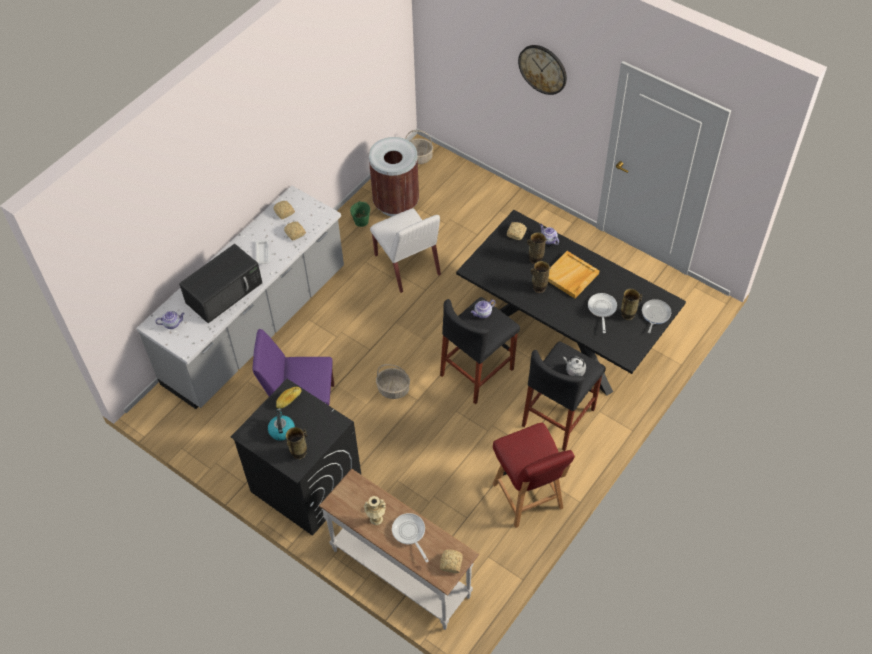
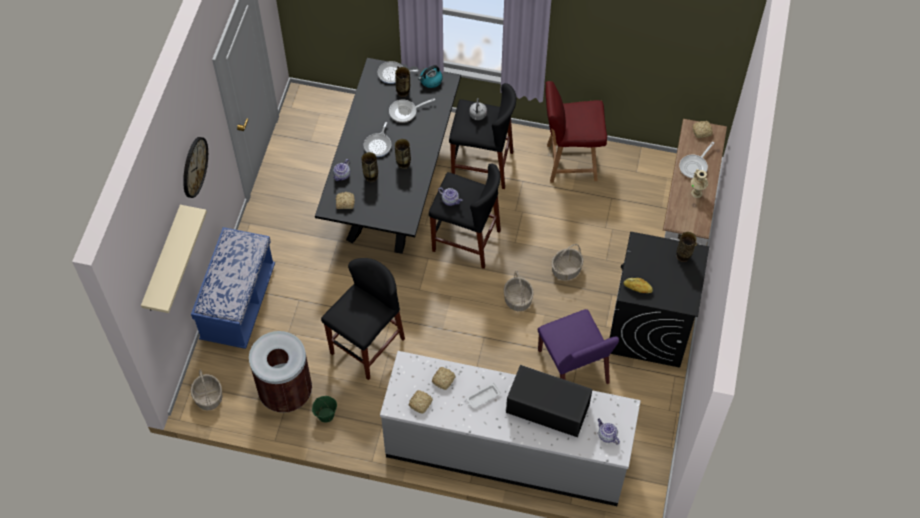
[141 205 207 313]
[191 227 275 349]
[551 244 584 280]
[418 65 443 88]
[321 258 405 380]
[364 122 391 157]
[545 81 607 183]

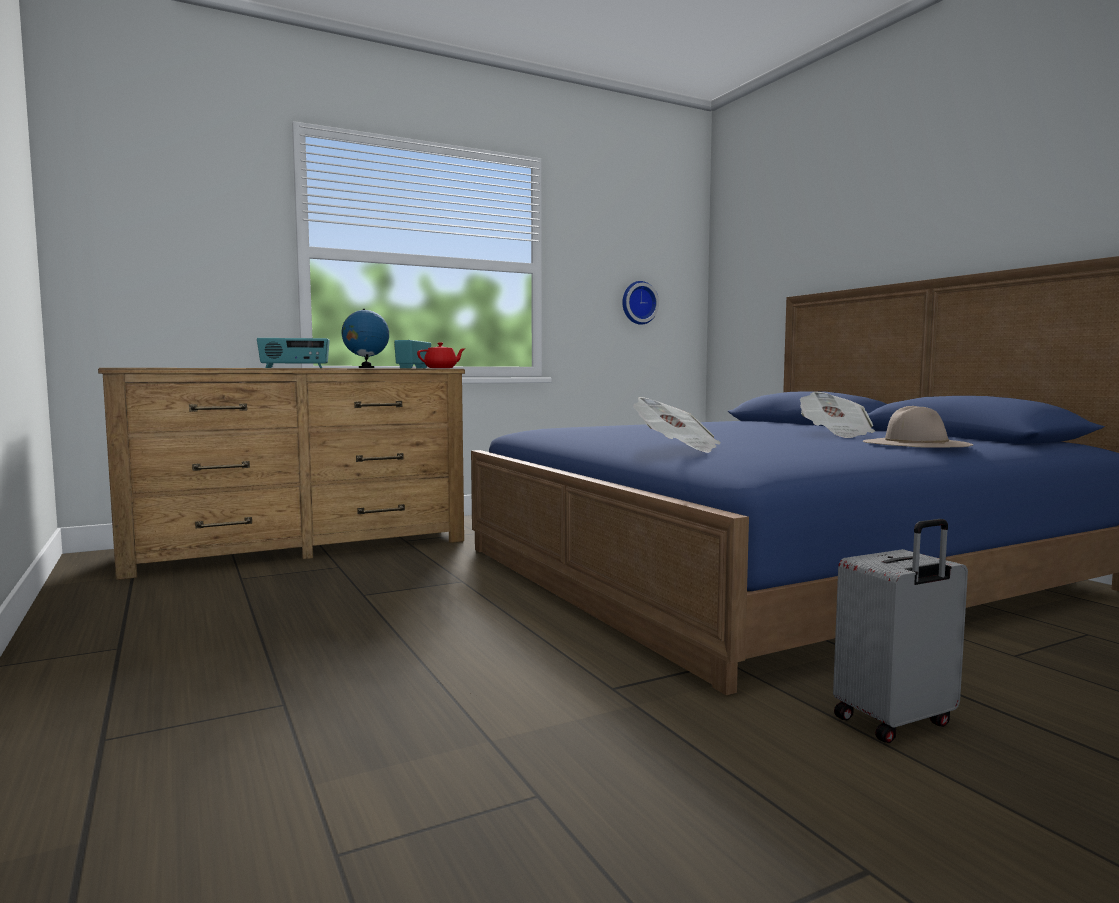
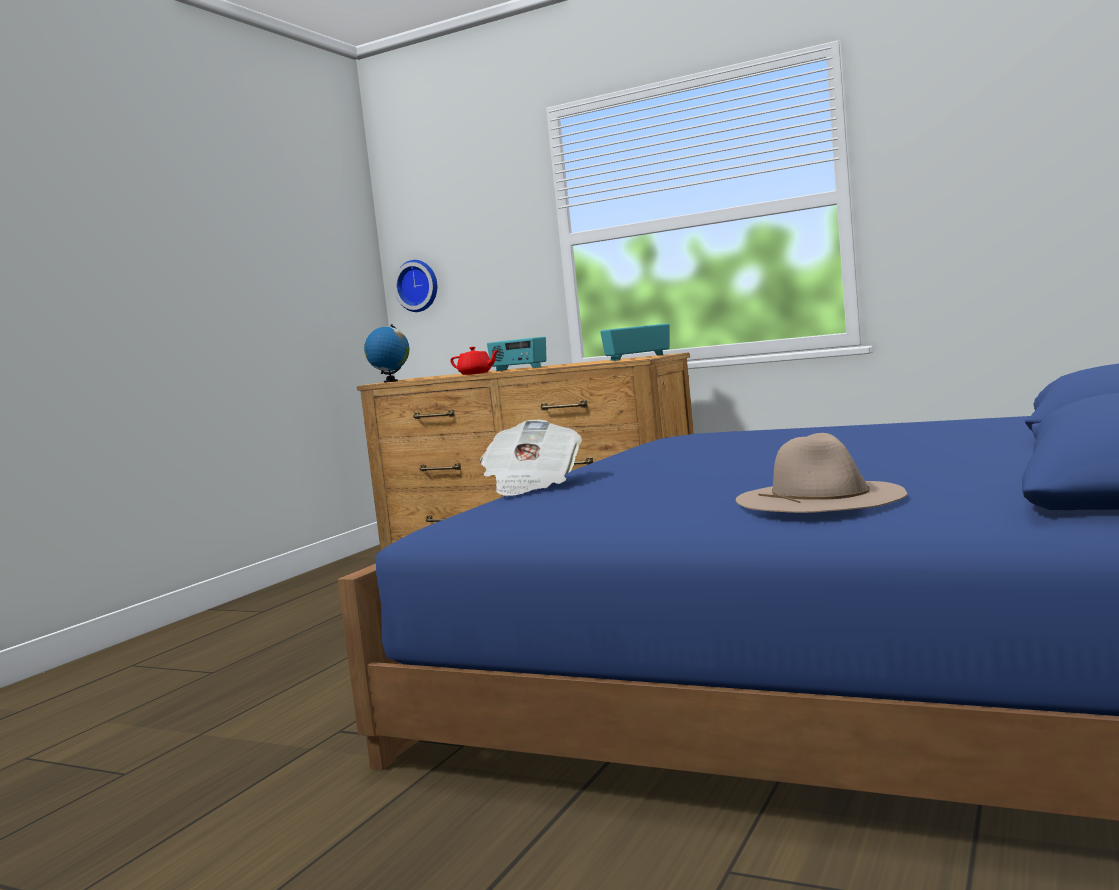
[800 392 875 438] (first image)
[833 519 968 743] (first image)
[364 324 409 383]
[450 347 499 375]
[394 260 437 312]

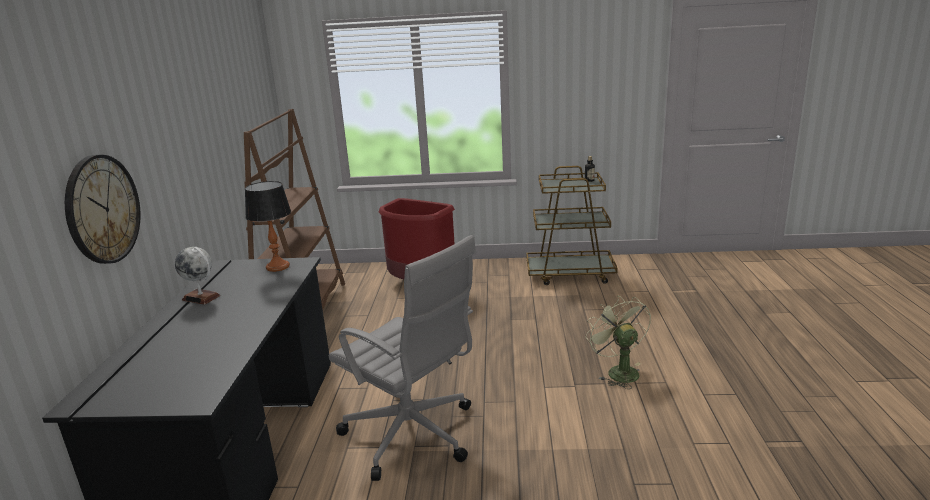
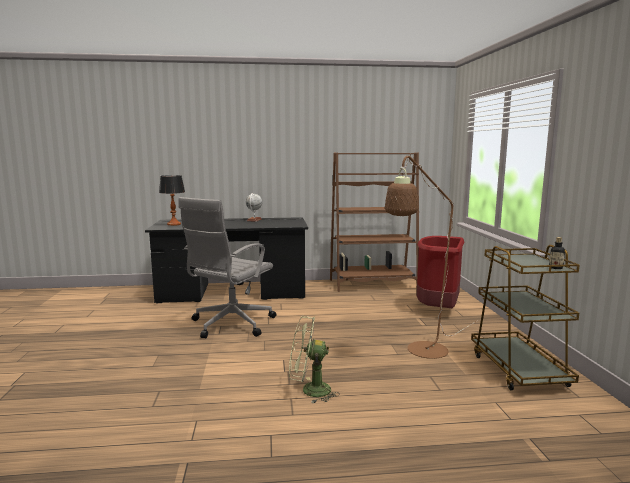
[65 155 141 264] (first image)
[385 154 478 359]
[159 175 185 226]
[289 316 340 404]

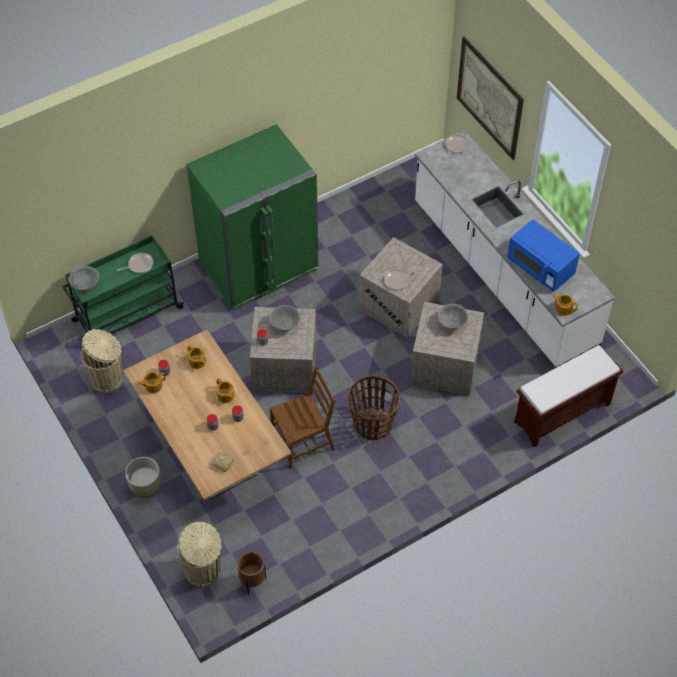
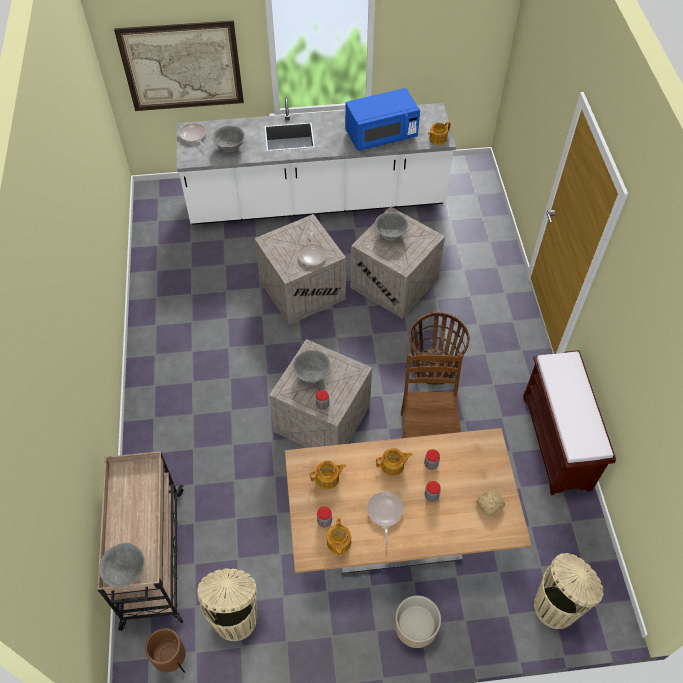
[187 124 318 310] (first image)
[212 126 245 152]
[367 492 403 544]
[145 628 186 673]
[523 350 616 495]
[97 451 183 631]

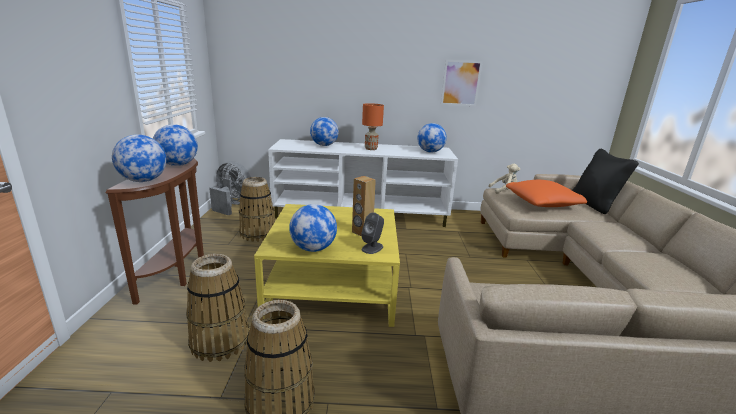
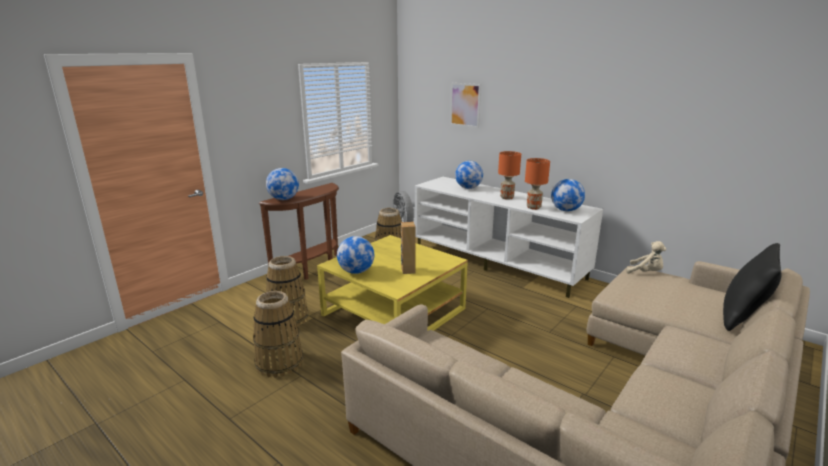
[153 124 198 166] (first image)
[361 212 384 254] (first image)
[506 180 587 207] (first image)
[525 158 550 210]
[450 83 481 128]

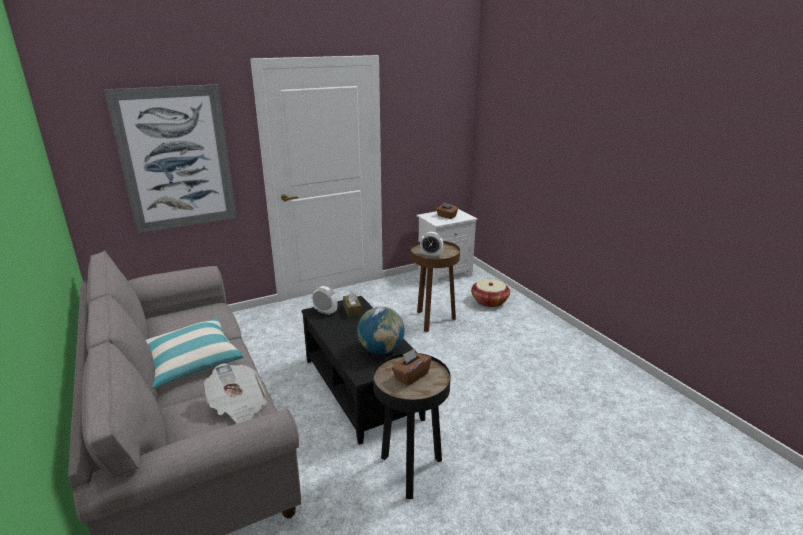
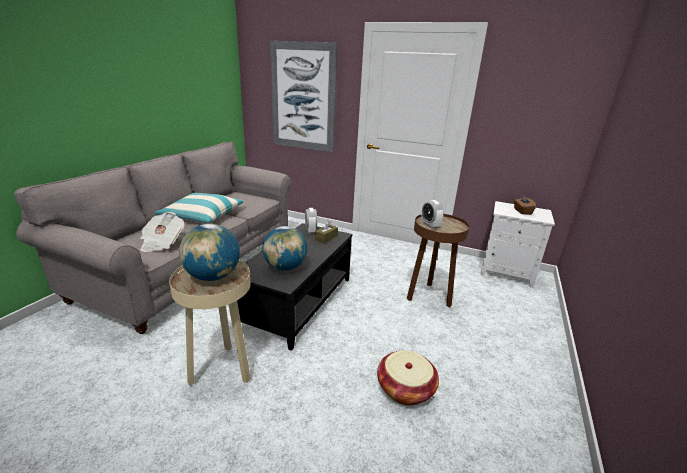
[377 350 439 406]
[179 224 240 281]
[169 260 251 386]

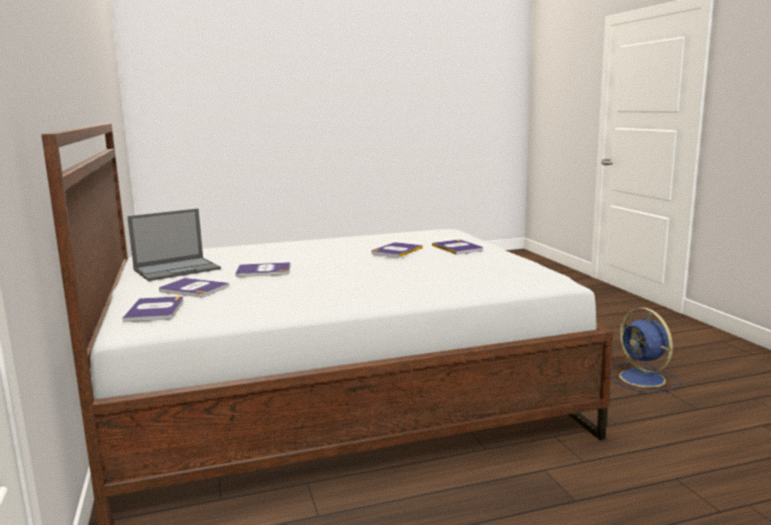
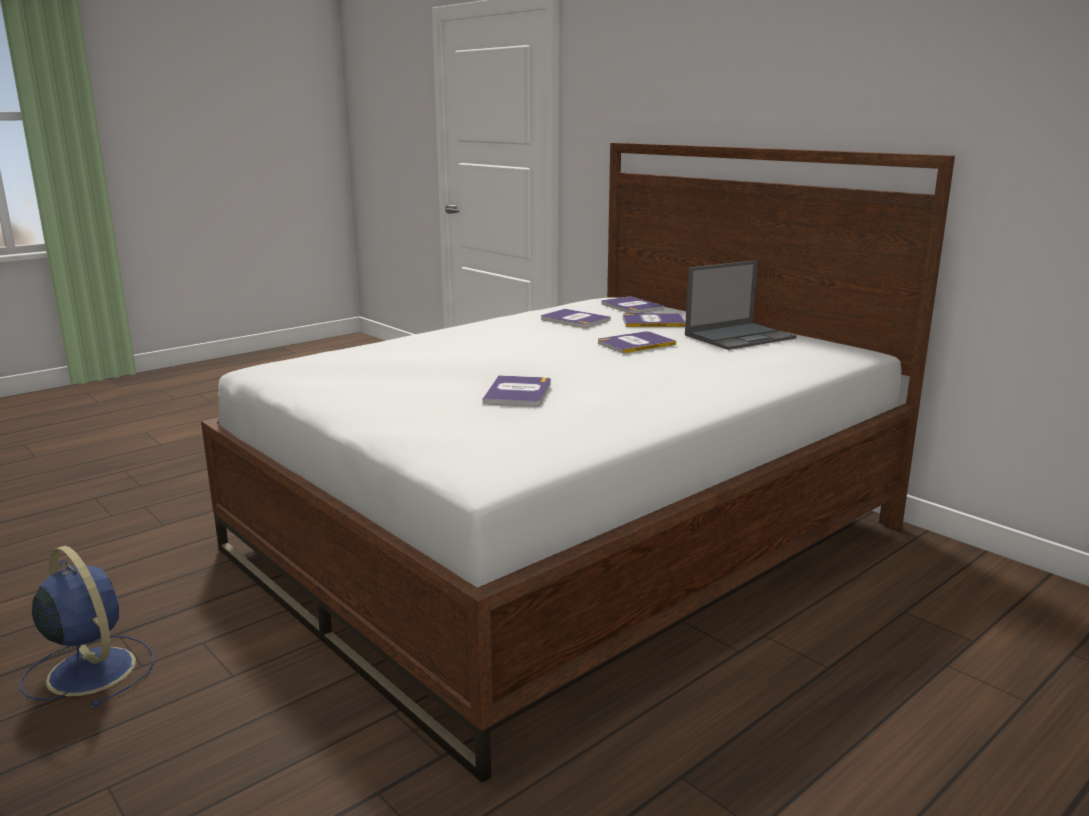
[541 309 611 328]
[685 260 797 350]

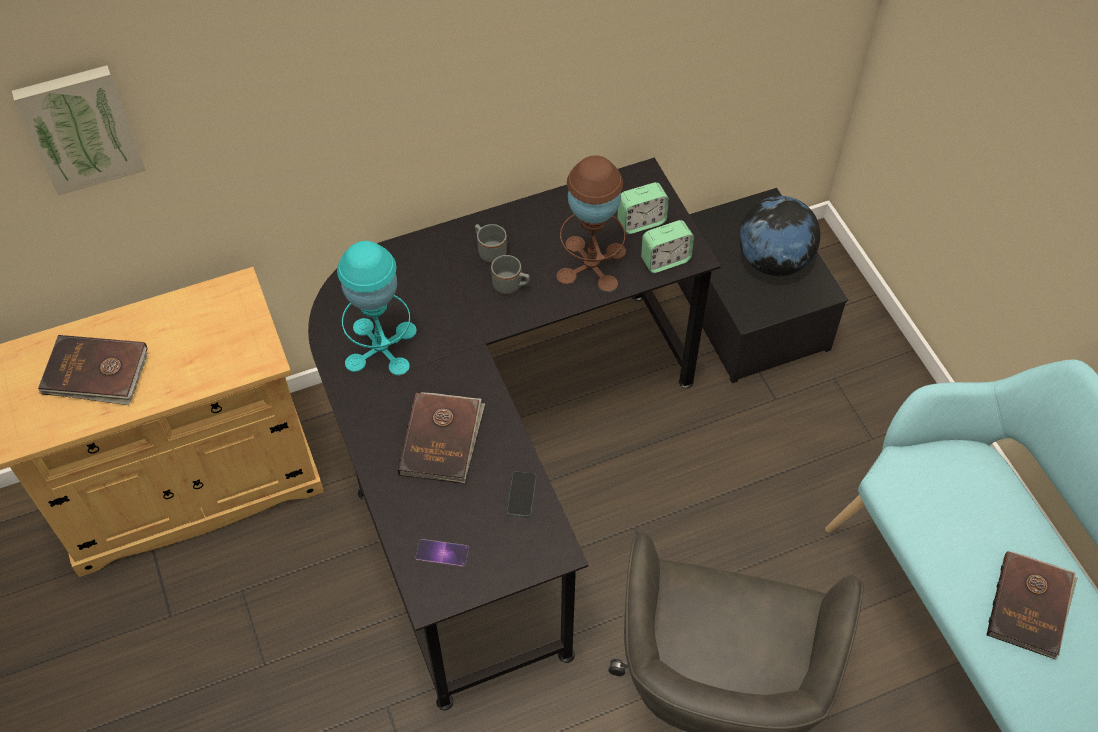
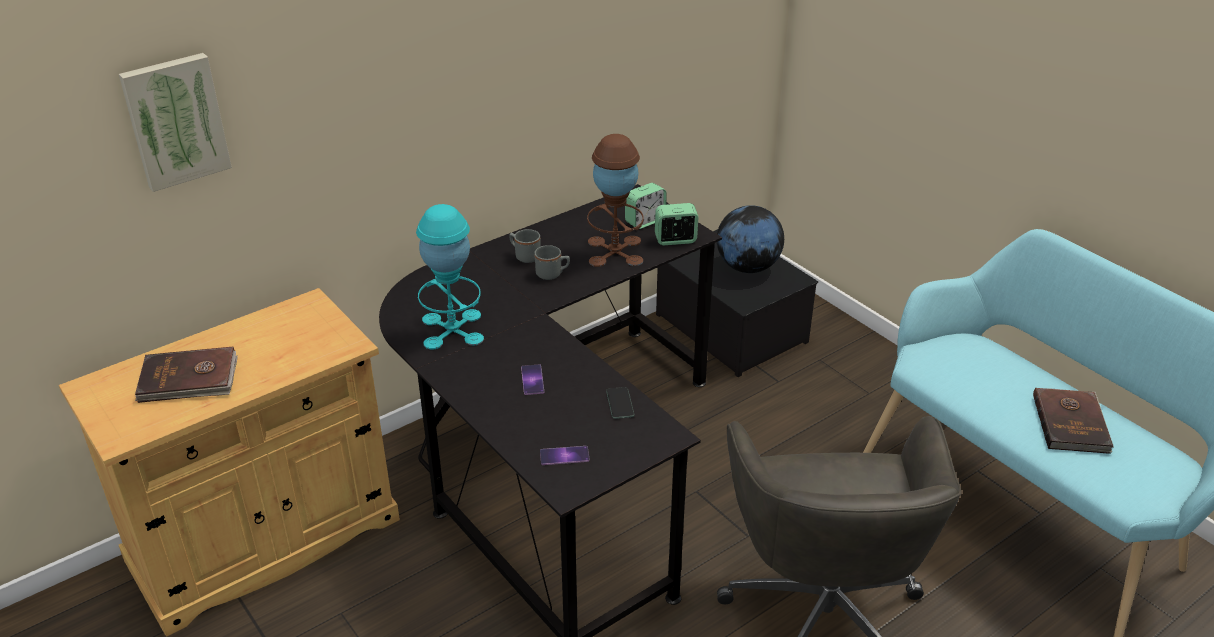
[521 364 544 395]
[655 203 699 245]

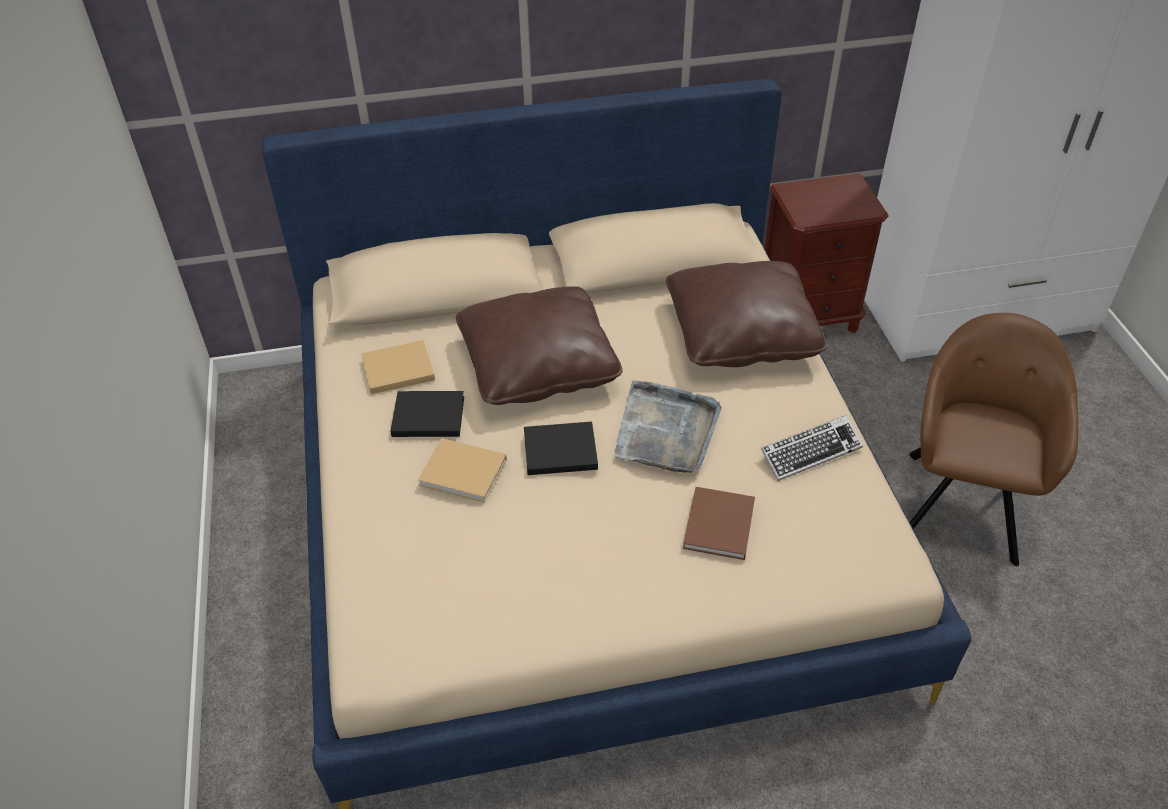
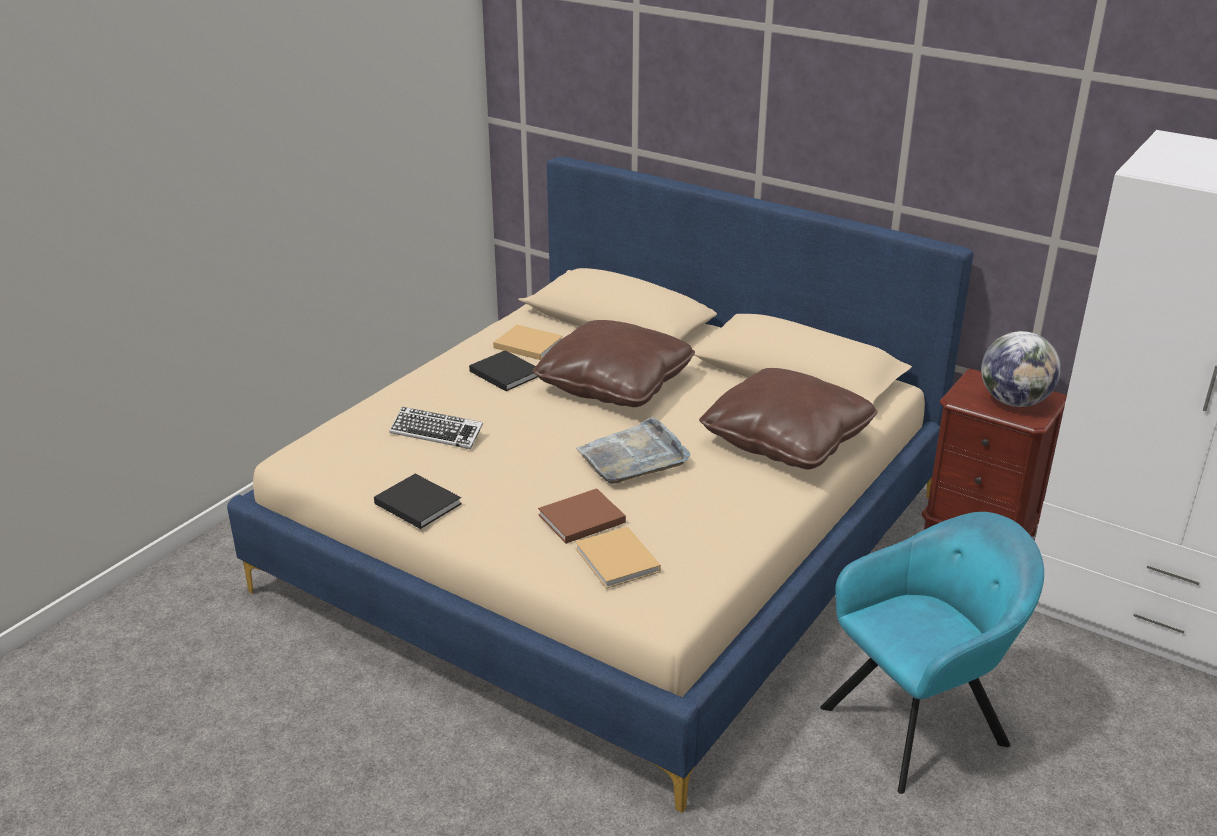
[981 331 1061 407]
[575 527 661 589]
[374 474 462 529]
[389 407 483 449]
[820 512 1044 794]

